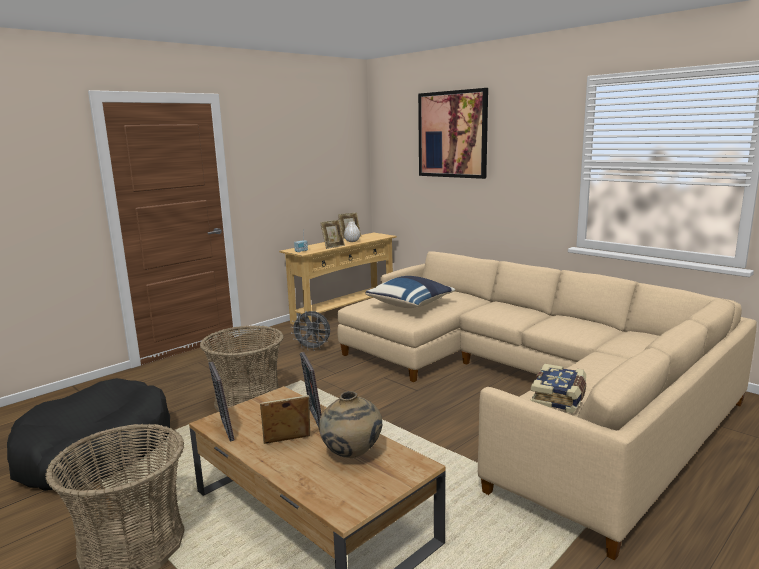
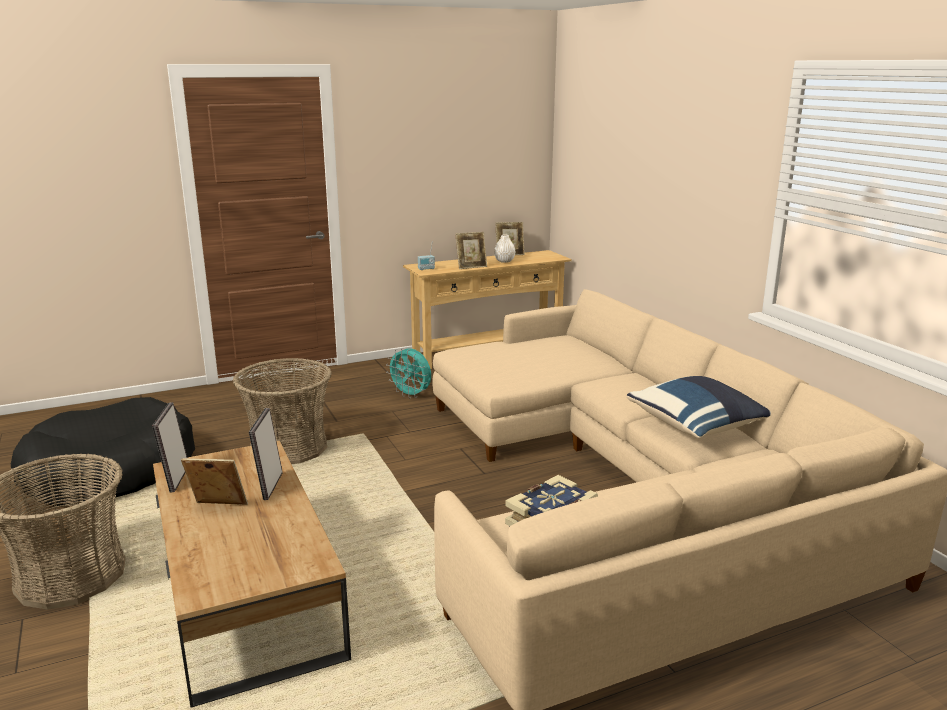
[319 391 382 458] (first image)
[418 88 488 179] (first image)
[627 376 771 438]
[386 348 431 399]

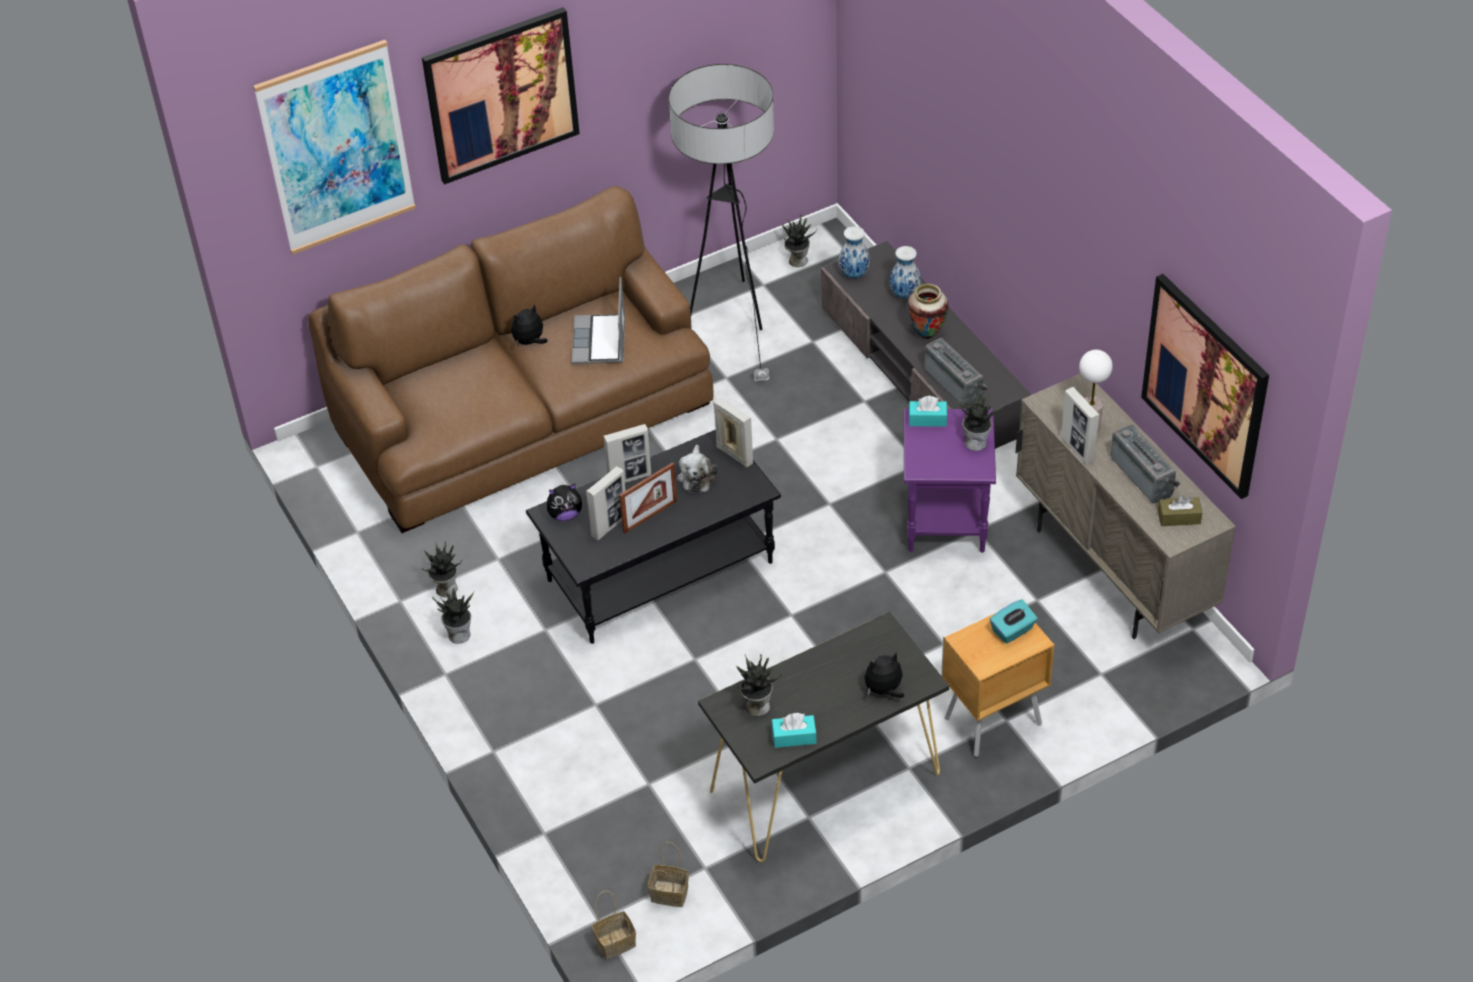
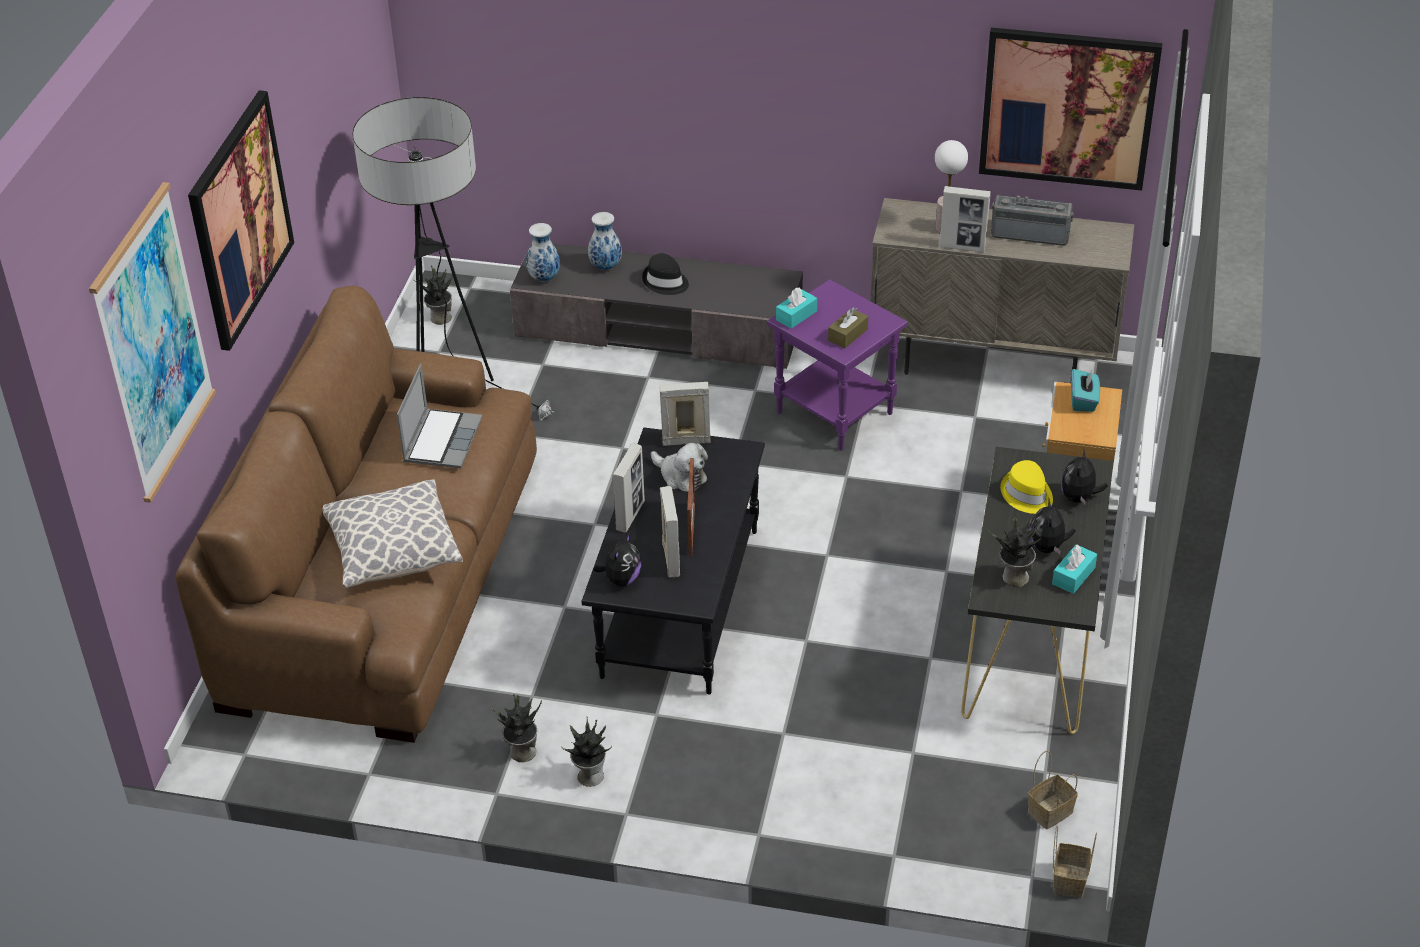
[924 338 988 408] (first image)
[960 394 1003 451] (first image)
[323 479 463 589]
[1000 460 1053 514]
[1030 497 1076 554]
[828 307 868 349]
[642 253 689 295]
[397 364 482 469]

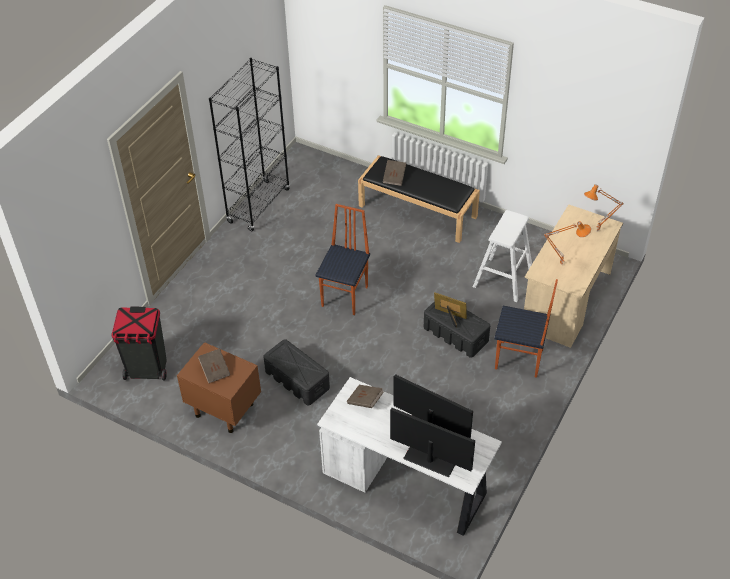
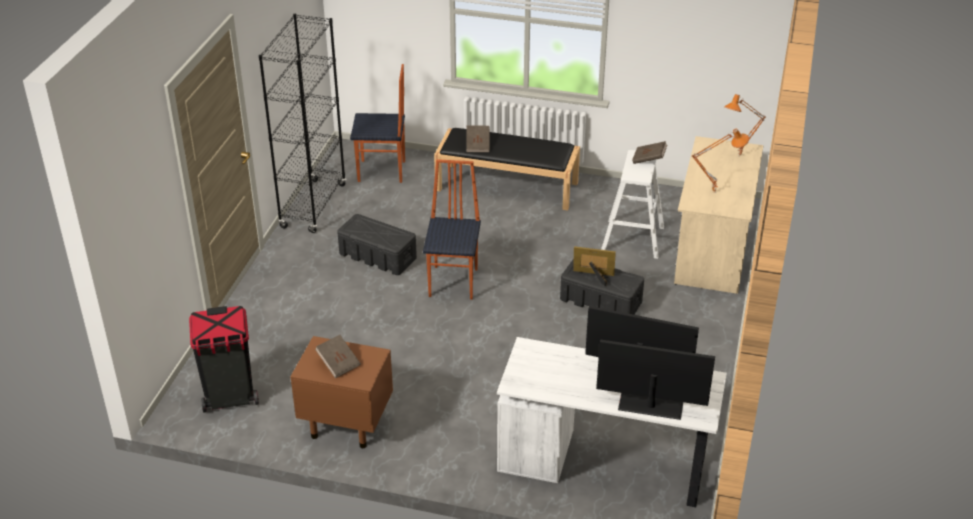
[337 214 417 275]
[632 141 667 164]
[350 64 405 183]

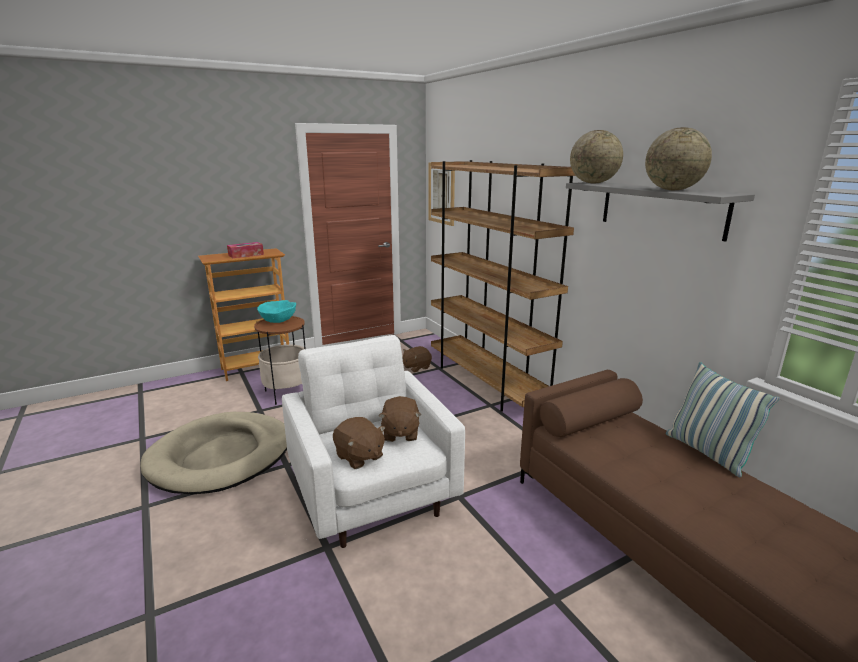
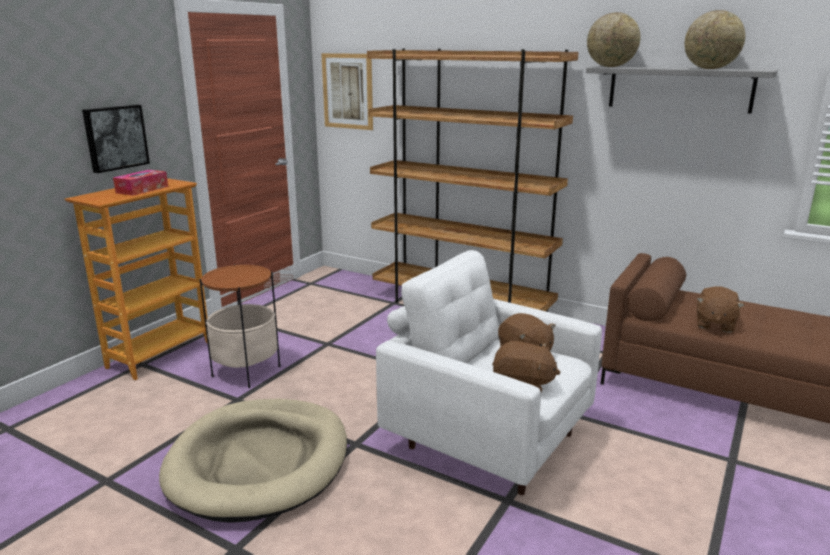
[257 300 296 323] (first image)
[666 362 780 477] (first image)
[82 104 150 173]
[697 286 745 333]

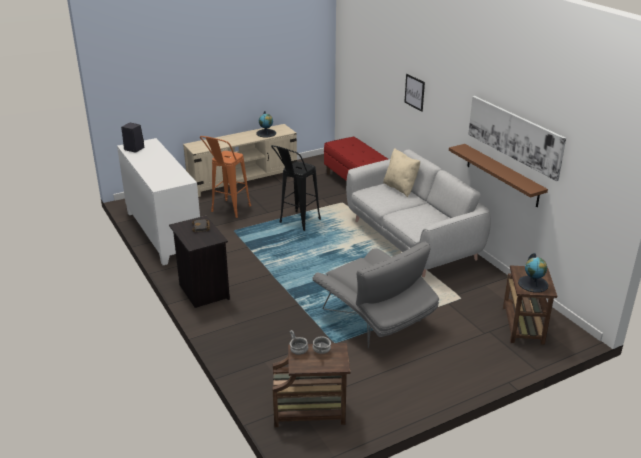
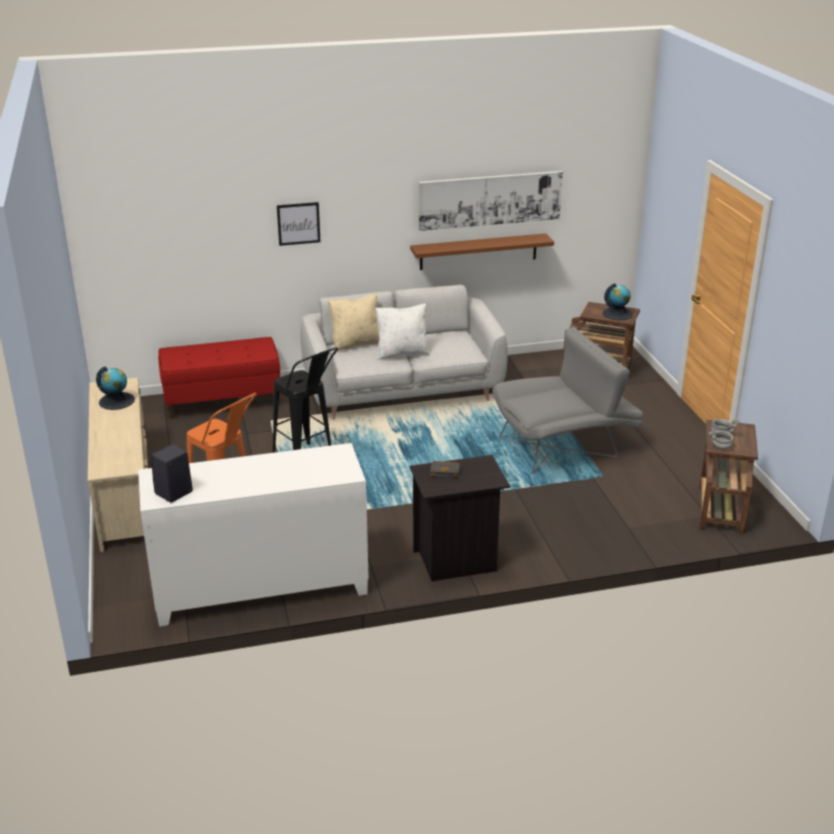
[375 304 430 360]

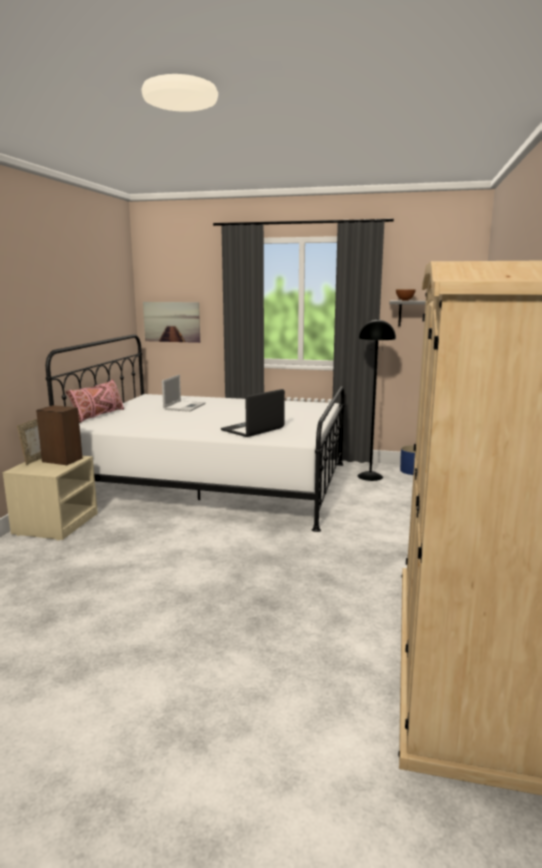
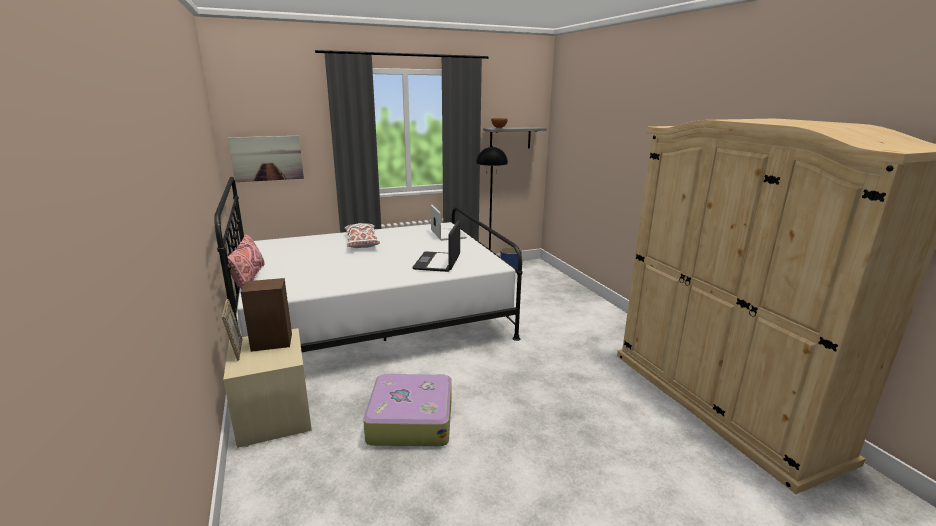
[344 223 380 248]
[363 374 452 446]
[431 205 467 241]

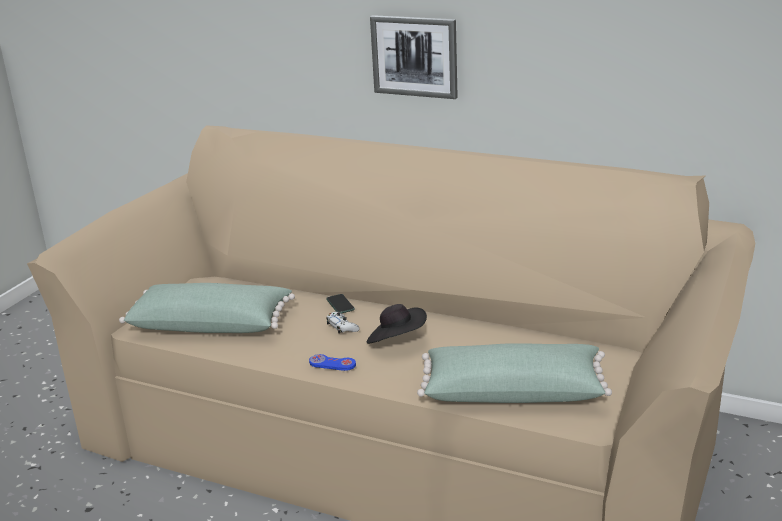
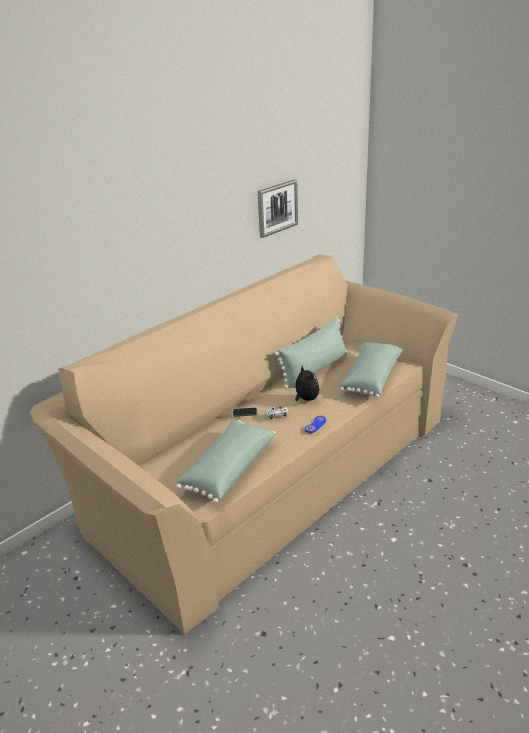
[275 317 347 389]
[258 179 298 238]
[292 366 320 401]

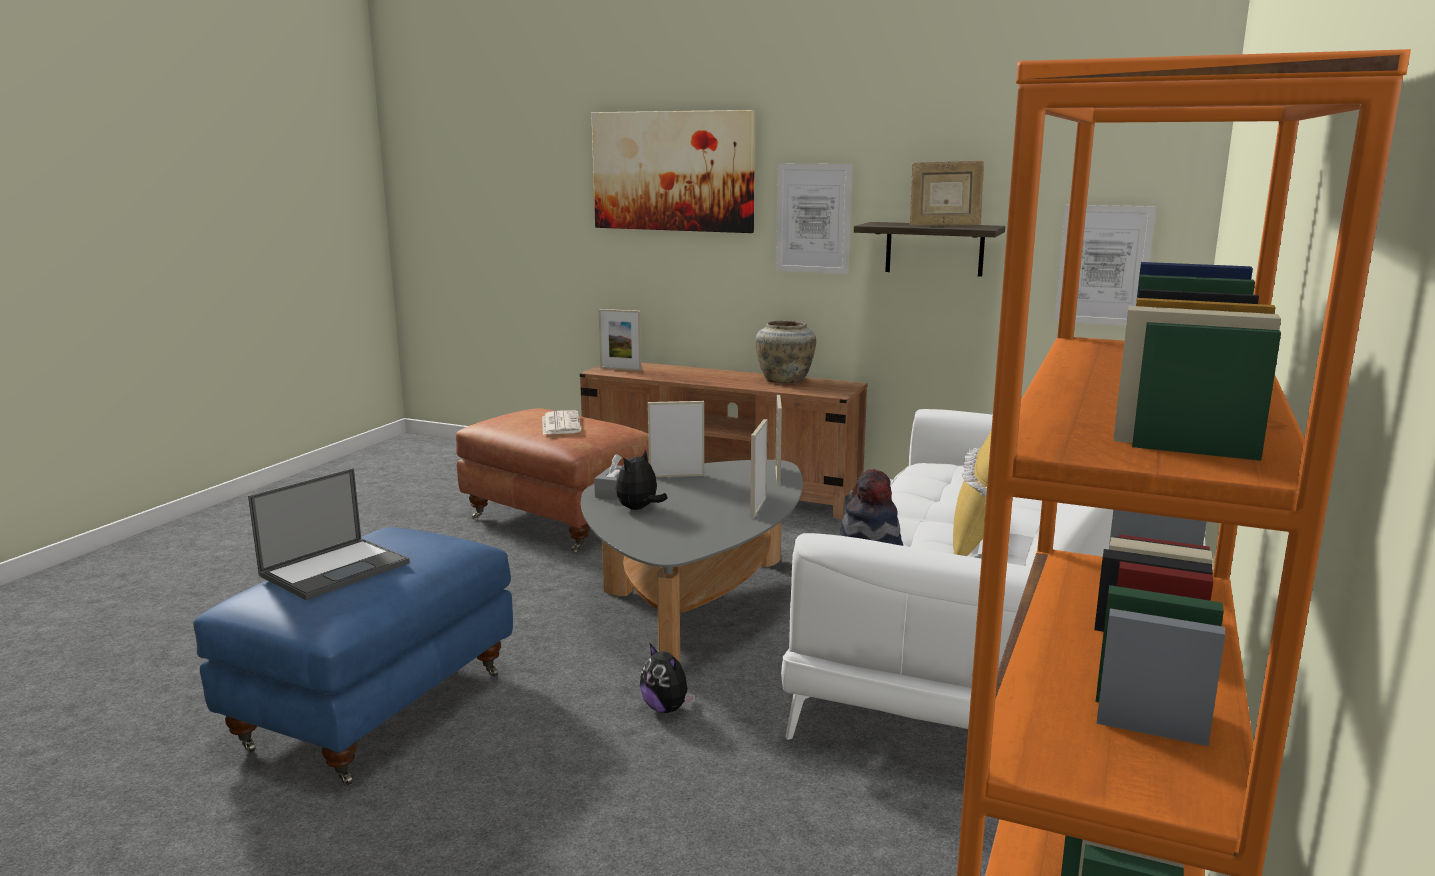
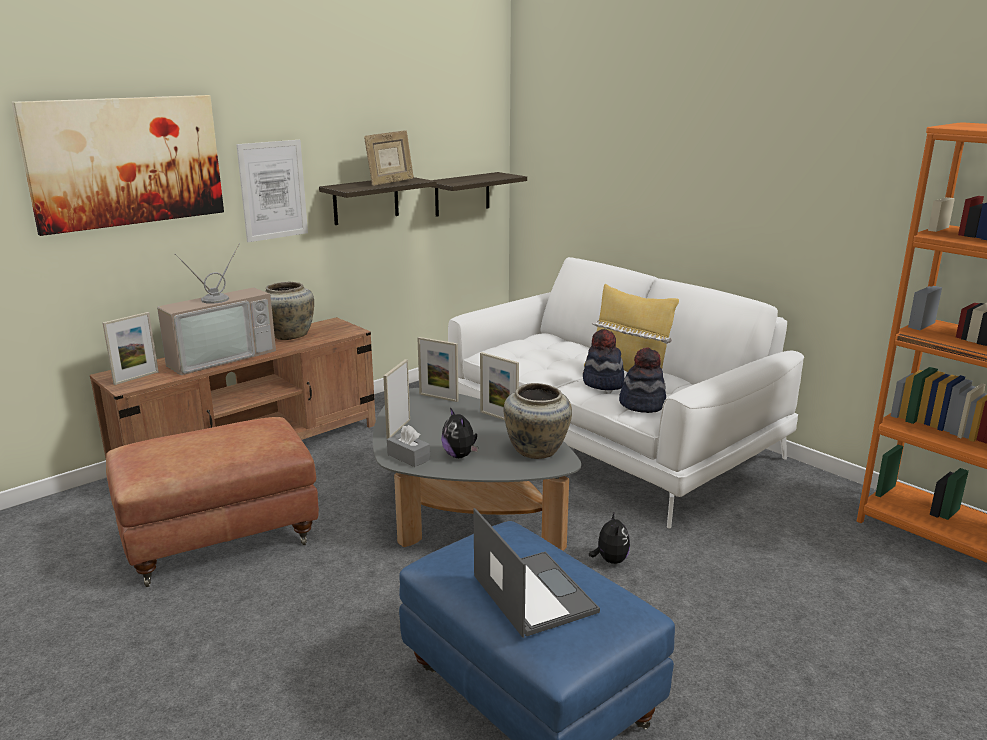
[542 410 581 435] (first image)
[157 243 276 375]
[504 383 572 459]
[583 329 625 390]
[432 172 527 217]
[589 511 630 564]

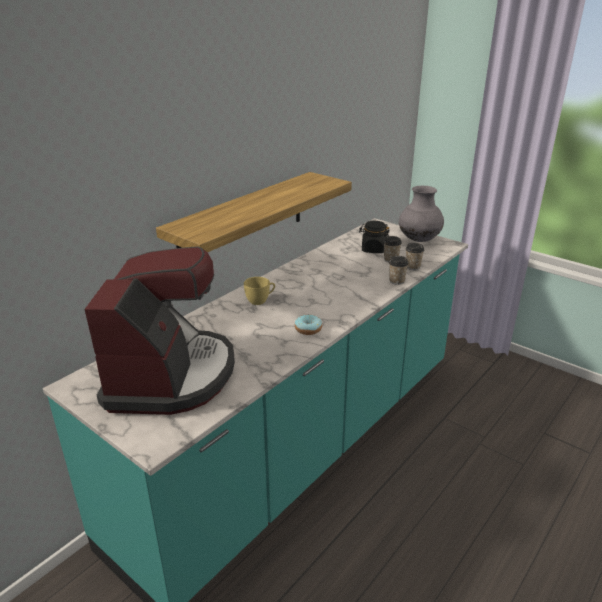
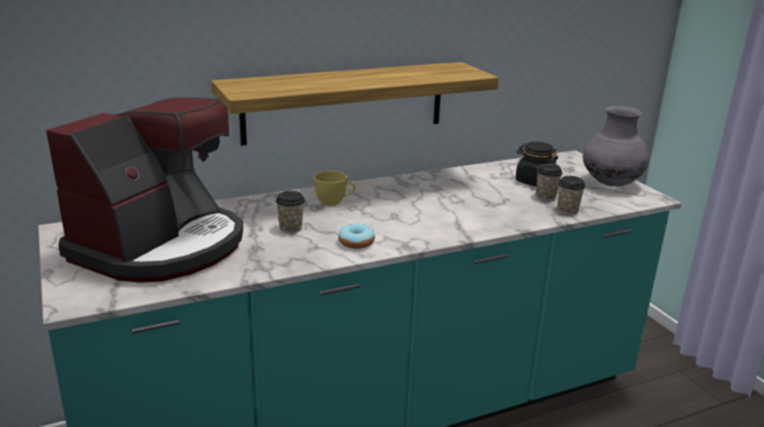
[276 191 305 233]

